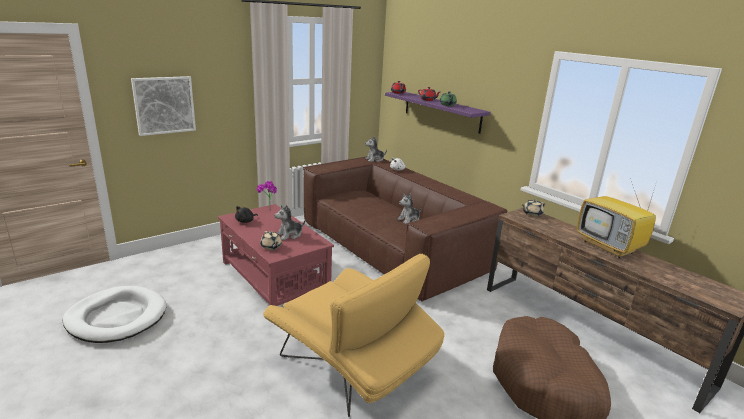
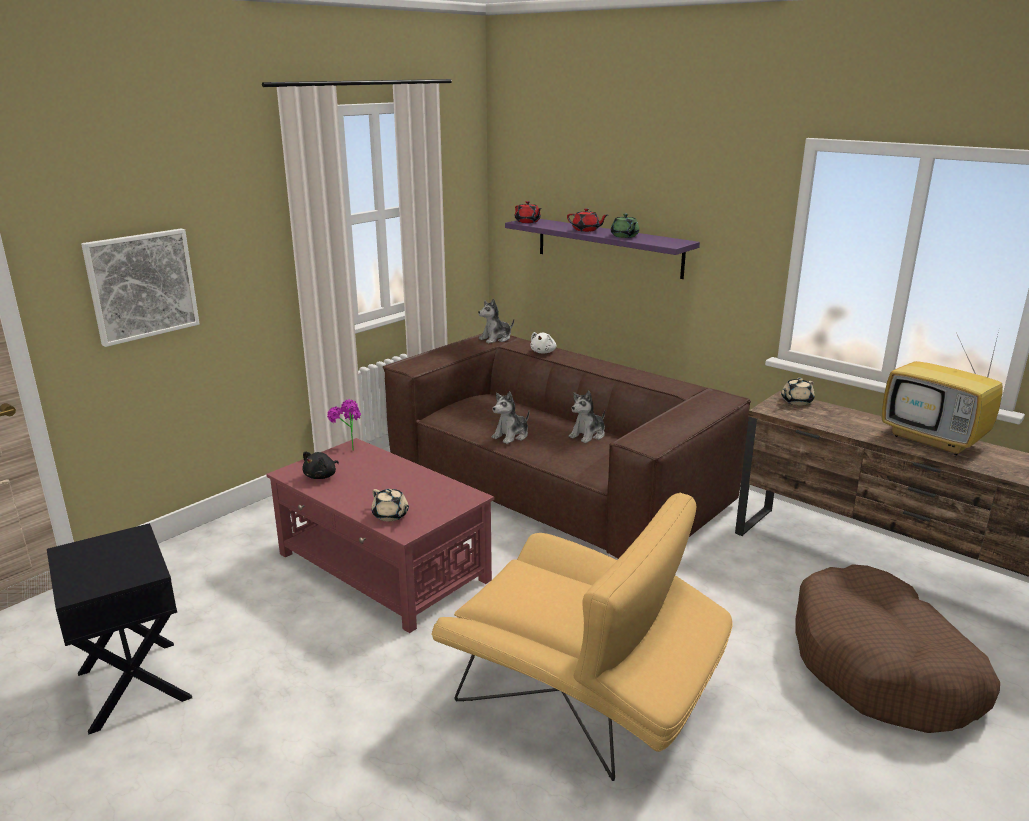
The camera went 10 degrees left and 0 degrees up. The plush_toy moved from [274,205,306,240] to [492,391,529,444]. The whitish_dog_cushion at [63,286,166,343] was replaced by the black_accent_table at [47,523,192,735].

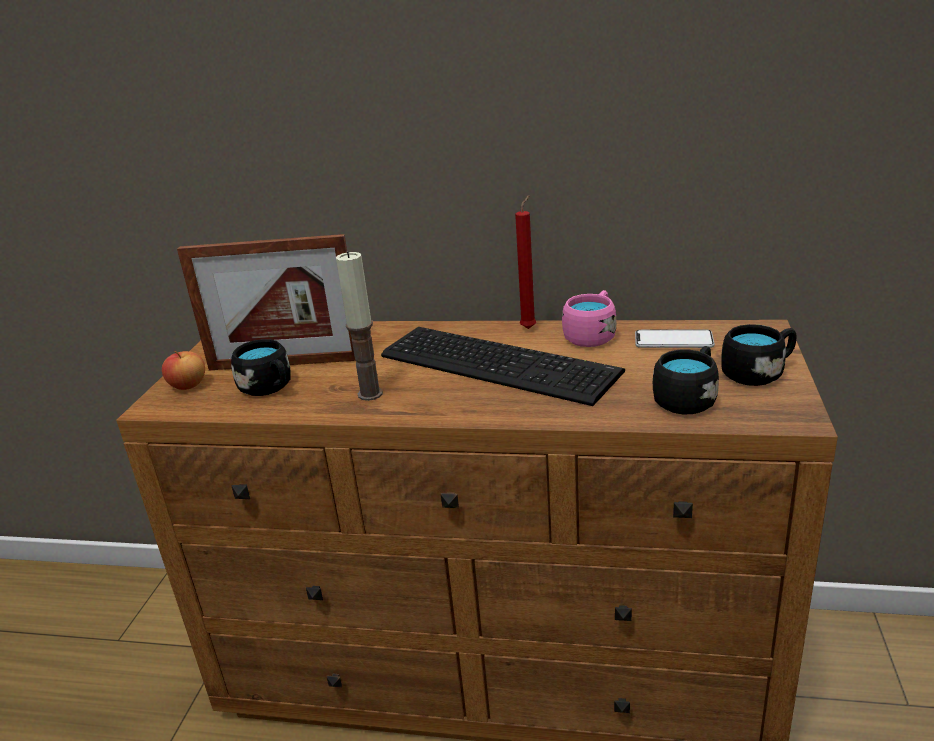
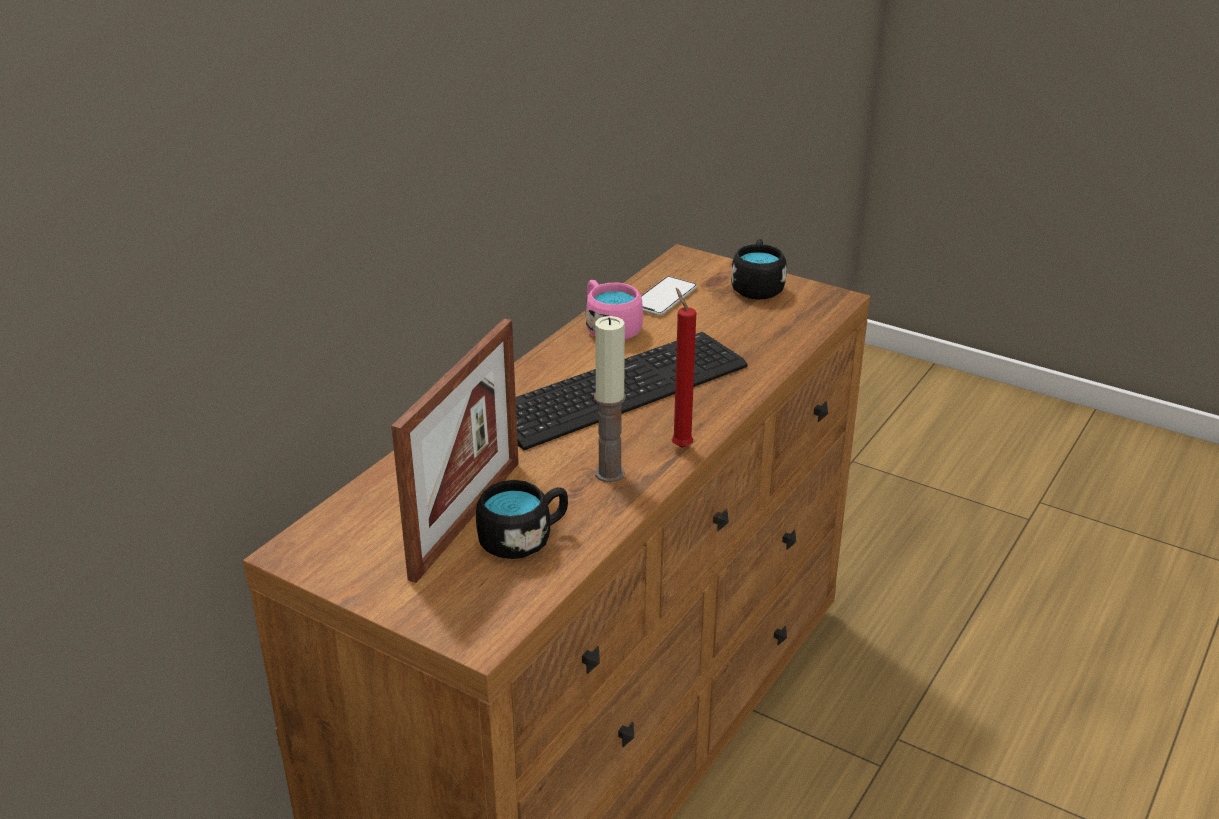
The camera went 70 degrees left and 5 degrees up. The reddish_wax_light moved from [515,195,536,329] to [672,288,696,448]. The black_coffee_mug at [653,346,719,414] disappeared. The apple at [162,351,205,390] disappeared.

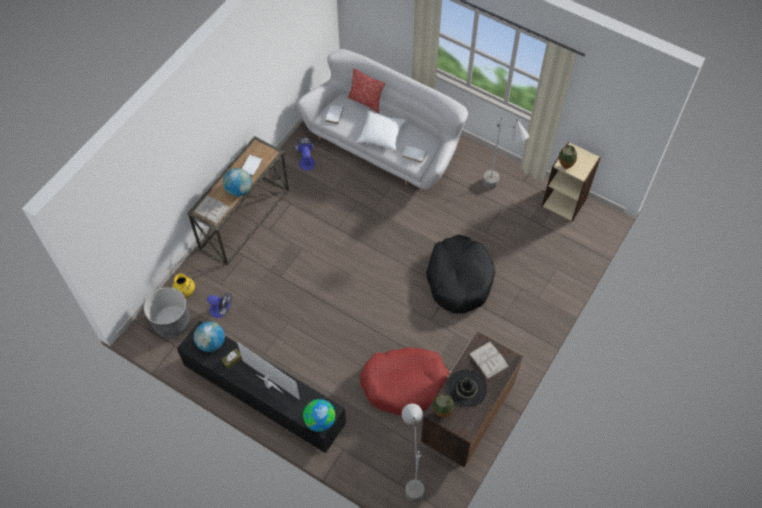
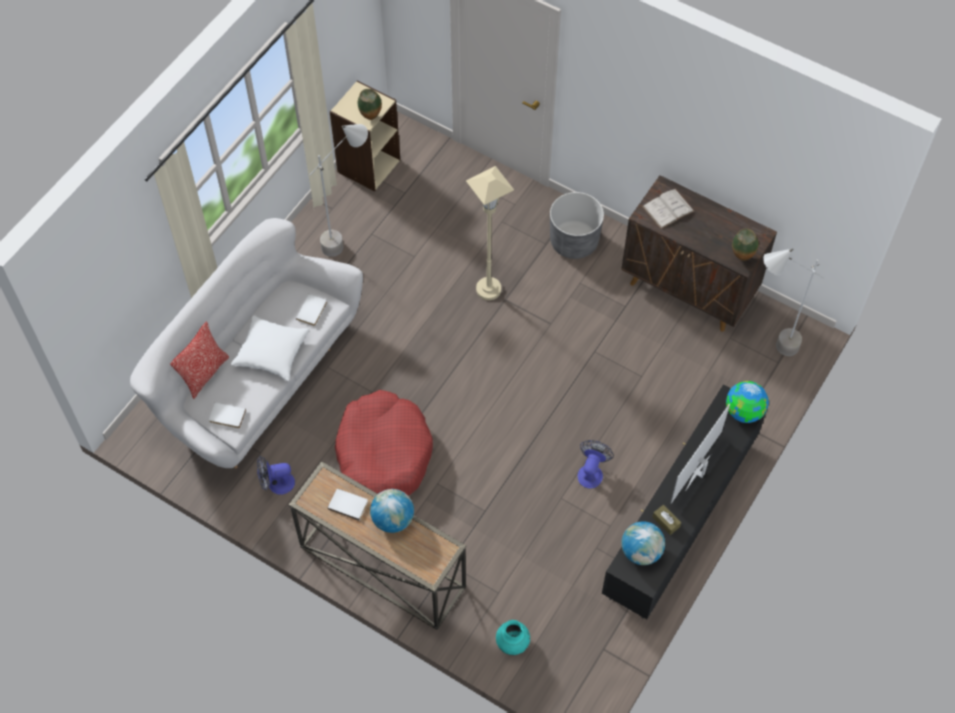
The camera went 90 degrees left and 0 degrees up. The whitish_book at [193,195,231,225] disappeared. The black_dog_cushion at [426,234,496,314] was replaced by the beige-coloured_standing_lamp at [466,166,514,300]. The yellowish_flower_vase at [172,273,195,298] became the turquoise_flower_vase at [496,620,530,655]. The gray_planter moved from [144,287,190,338] to [550,192,604,259]. The cooling_fan moved from [207,292,232,318] to [578,440,614,489]. The reddish_dog_cushion moved from [360,347,449,416] to [335,390,433,495]. The black_wearable_hat at [446,370,487,408] disappeared.

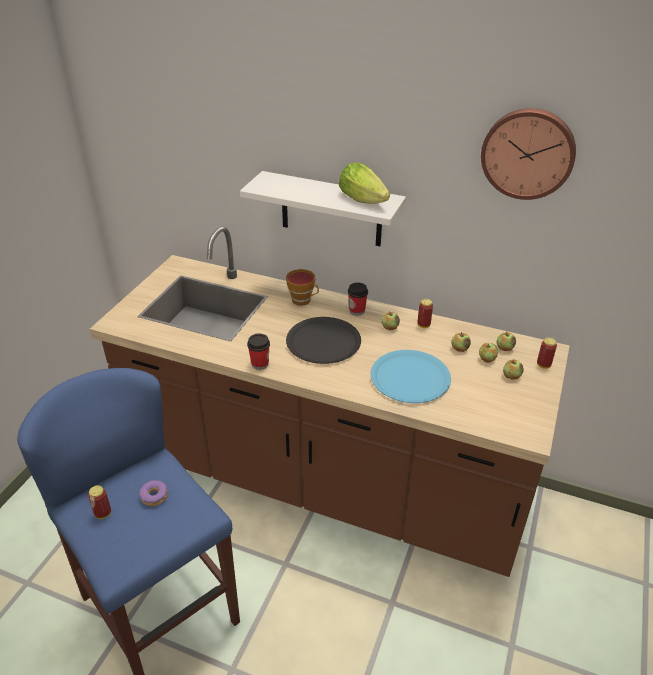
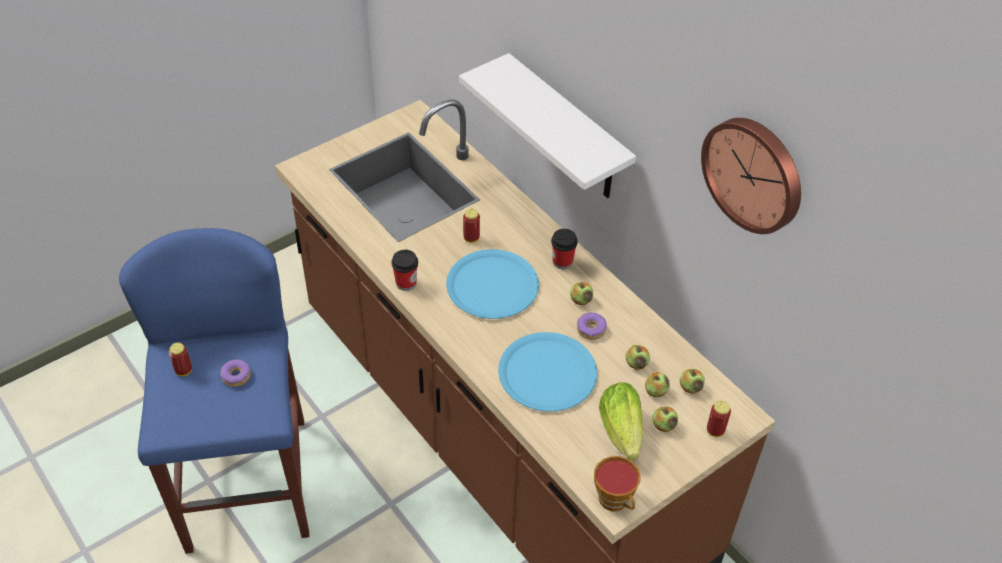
The camera went 30 degrees right and 10 degrees up. The lettuce moved from [339,163,390,204] to [599,382,643,460]. The small_cup moved from [286,269,319,306] to [594,456,641,511]. The sealed_can moved from [417,299,433,328] to [463,209,480,243]. The black_plate at [286,317,361,364] became the bluish_plate at [446,249,539,319]. The doughnut at [577,313,607,340] appeared.

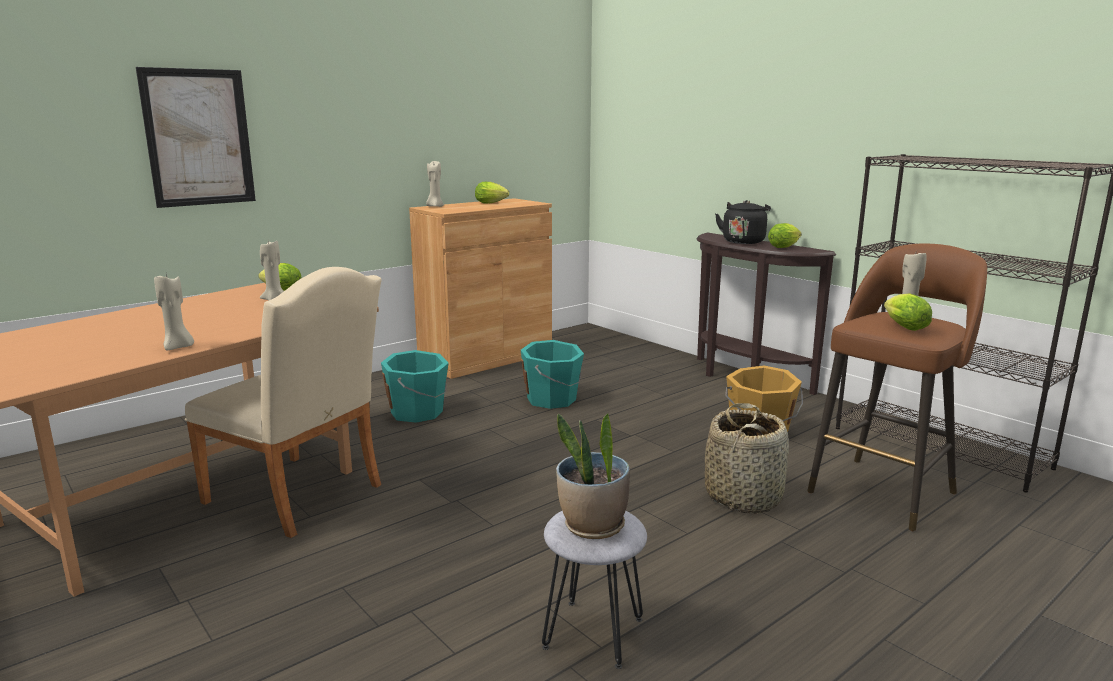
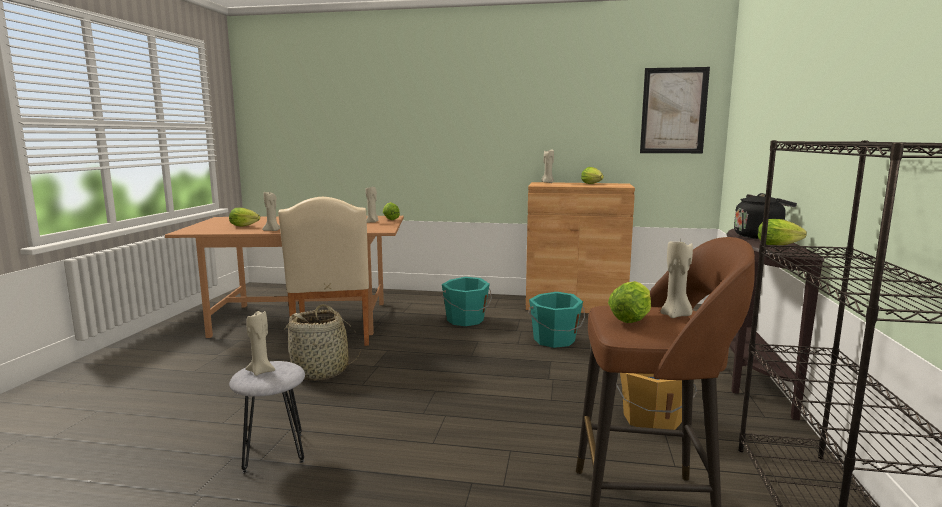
The camera went 50 degrees right and 5 degrees down. The wall_picture moved from [136,67,256,208] to [640,67,710,153]. The storage_basket moved from [705,403,789,513] to [283,304,361,381]. The houseplant at [556,413,630,539] was replaced by the beige-coloured_wax_light at [245,311,275,376]. The lettuce at [229,208,260,226] appeared.

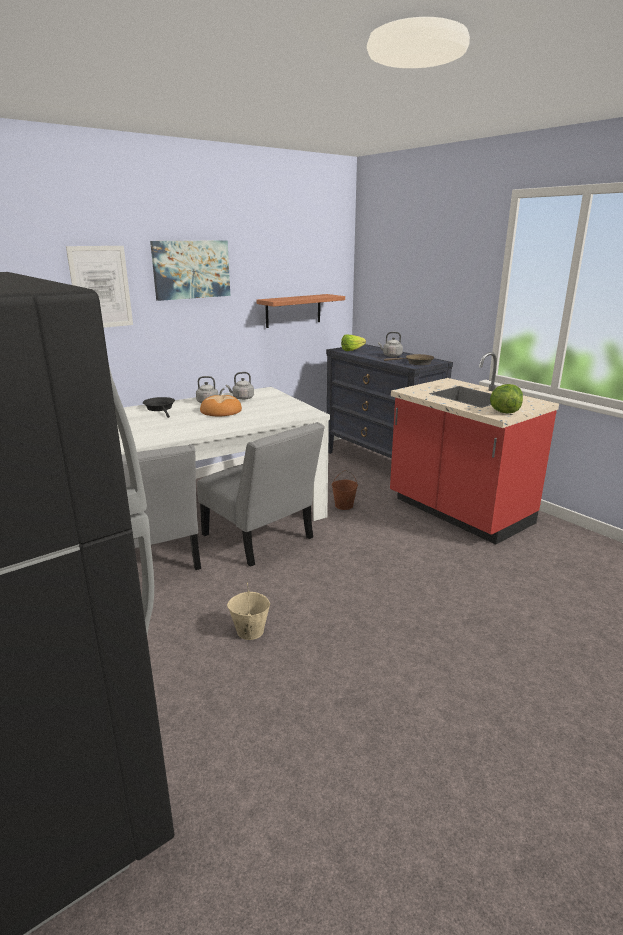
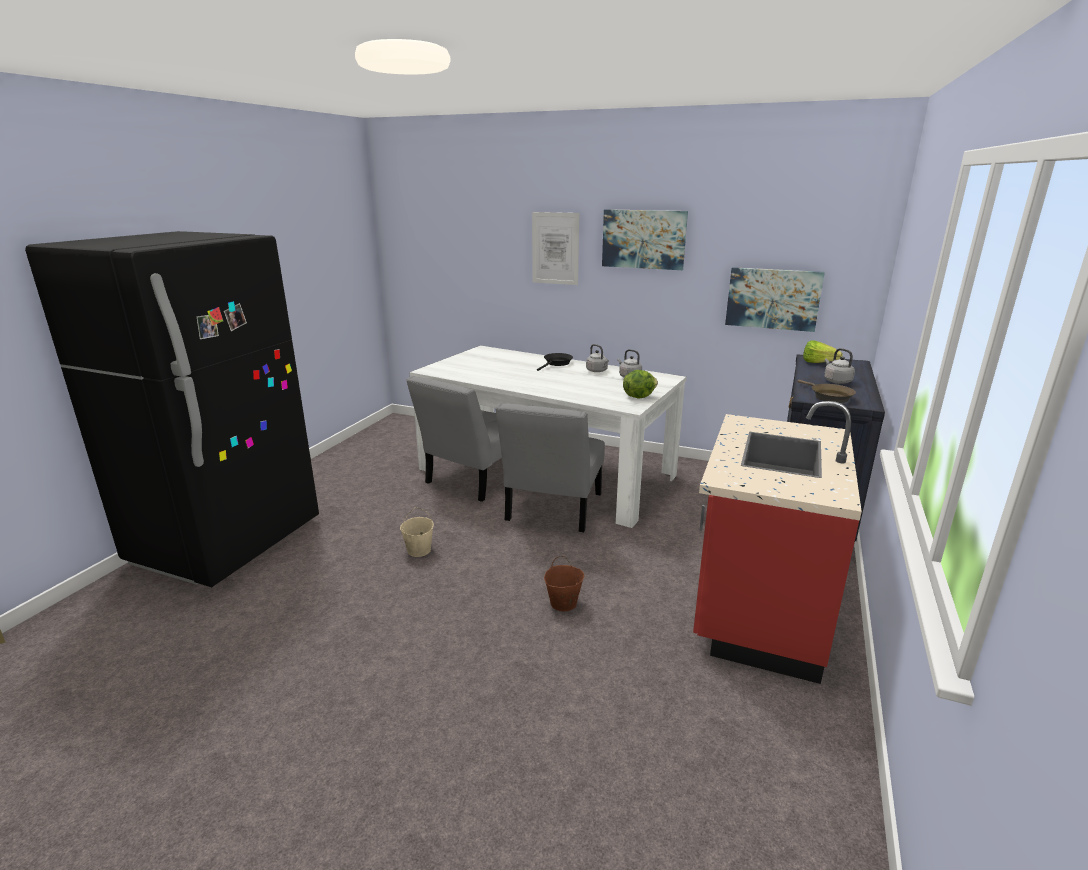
The camera went 60 degrees right and 0 degrees up. The shelf at [256,294,345,328] was replaced by the wall_picture at [725,267,825,332]. The lettuce moved from [490,384,523,414] to [623,370,658,399]. The bakery_bread at [200,395,242,416] disappeared. The brownish_pail moved from [332,470,358,510] to [544,556,584,611].

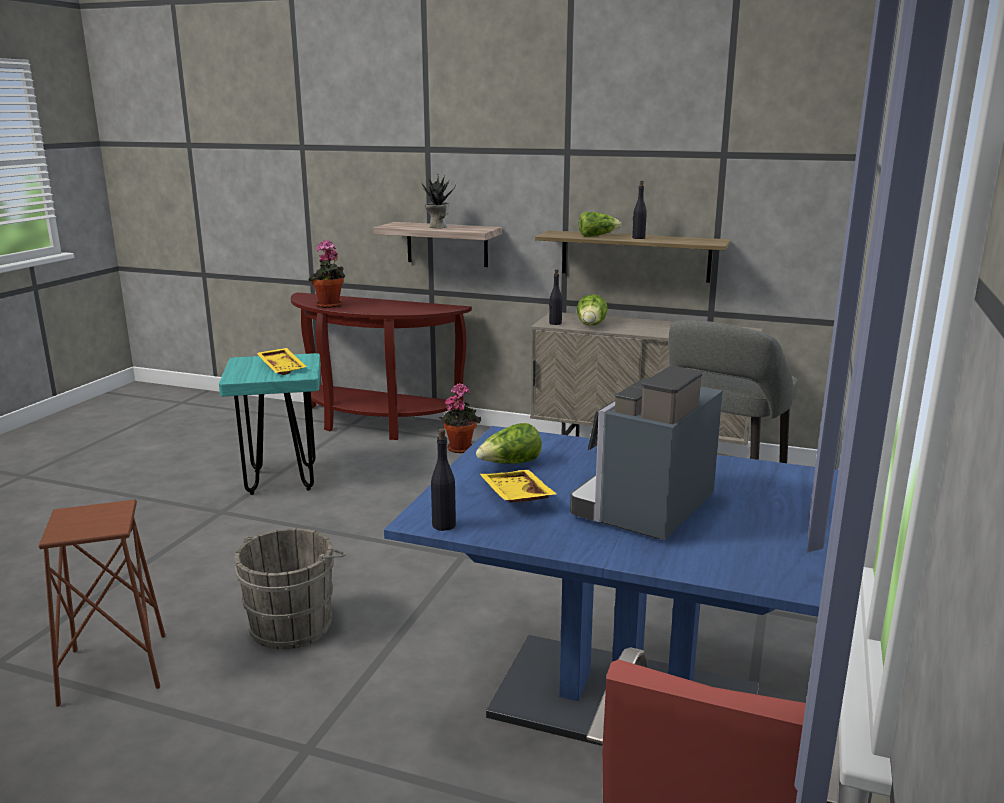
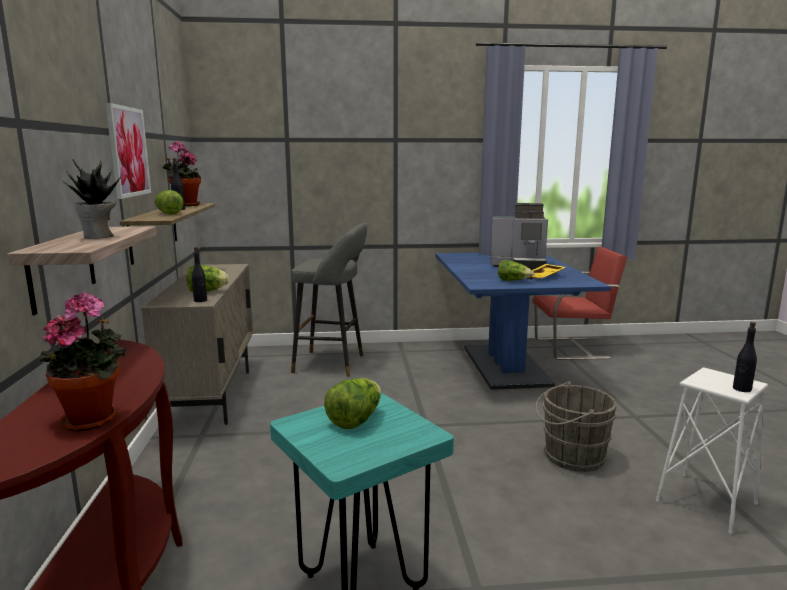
The camera went 115 degrees left and 5 degrees down. The yellowish_carrying_tray at [257,348,307,375] was replaced by the lettuce at [324,378,381,429]. The houseplant moved from [439,383,481,453] to [162,141,201,206]. The black_drink_bottle moved from [431,429,456,531] to [733,322,757,392]. The brownish_stool_seat at [39,500,166,707] became the whitish_stool_seat at [656,367,768,534]. The wall_picture at [105,103,151,199] appeared.

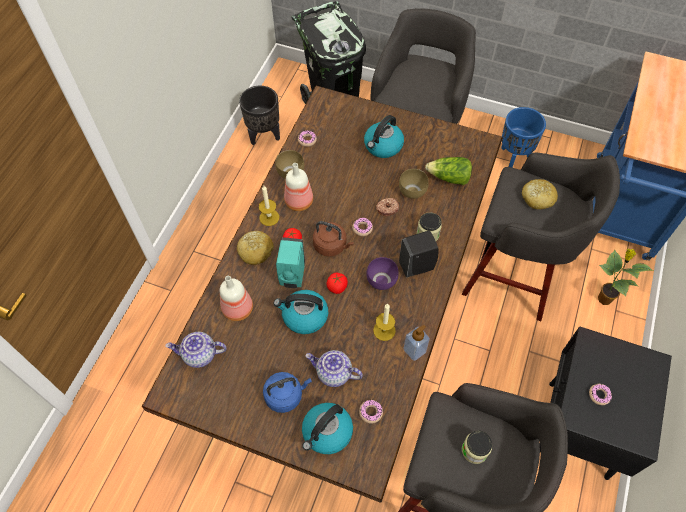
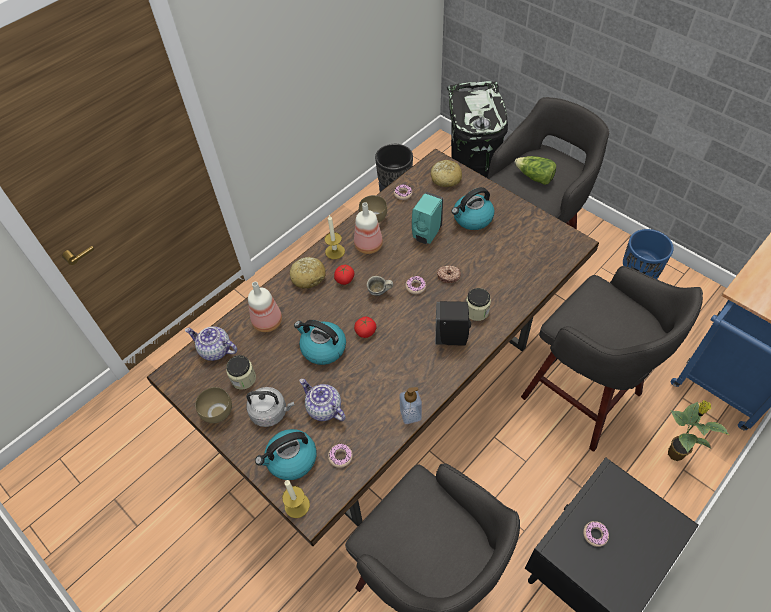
The camera went 25 degrees right and 5 degrees down. The lettuce moved from [425,157,472,185] to [514,156,556,185]. The brownish_deep_dish moved from [399,169,429,199] to [195,387,232,423]. The bakery_bread moved from [522,179,558,209] to [431,160,462,187]. The brownish_kettle at [313,221,354,257] was replaced by the gray_coffee_mug at [367,276,393,296]. The turquoise_soap_dispenser moved from [276,237,305,288] to [412,192,443,244]. The purple-coloured_deep_dish at [366,257,399,290] disappeared. The wax_light moved from [373,304,396,341] to [282,480,310,518]. The bluish_kettle at [263,372,312,413] became the gray_kettle at [246,387,294,427]. The preserve_jar moved from [462,431,492,464] to [226,355,256,390].

